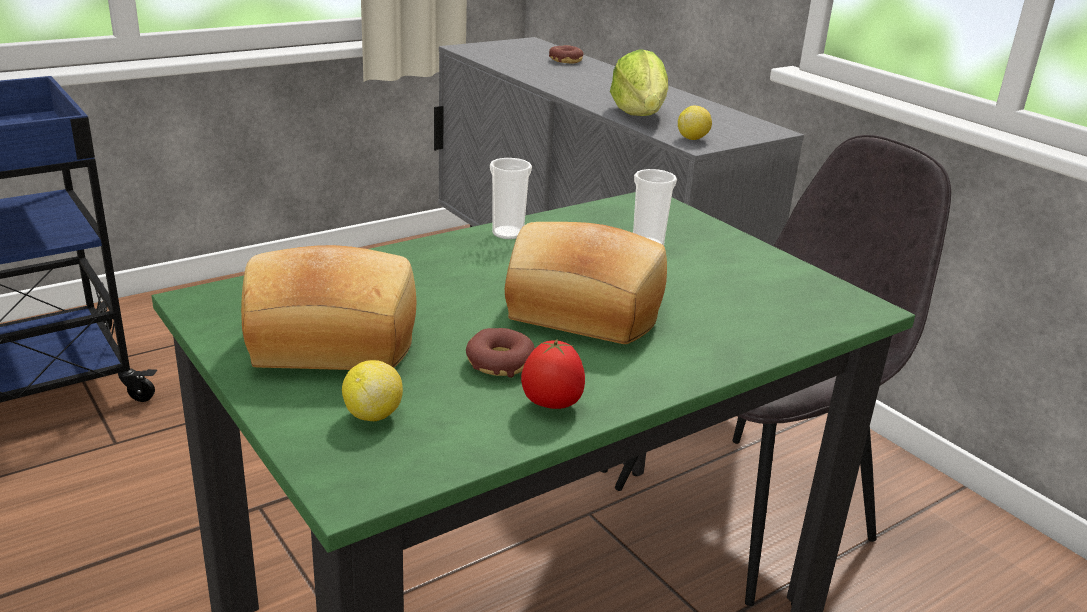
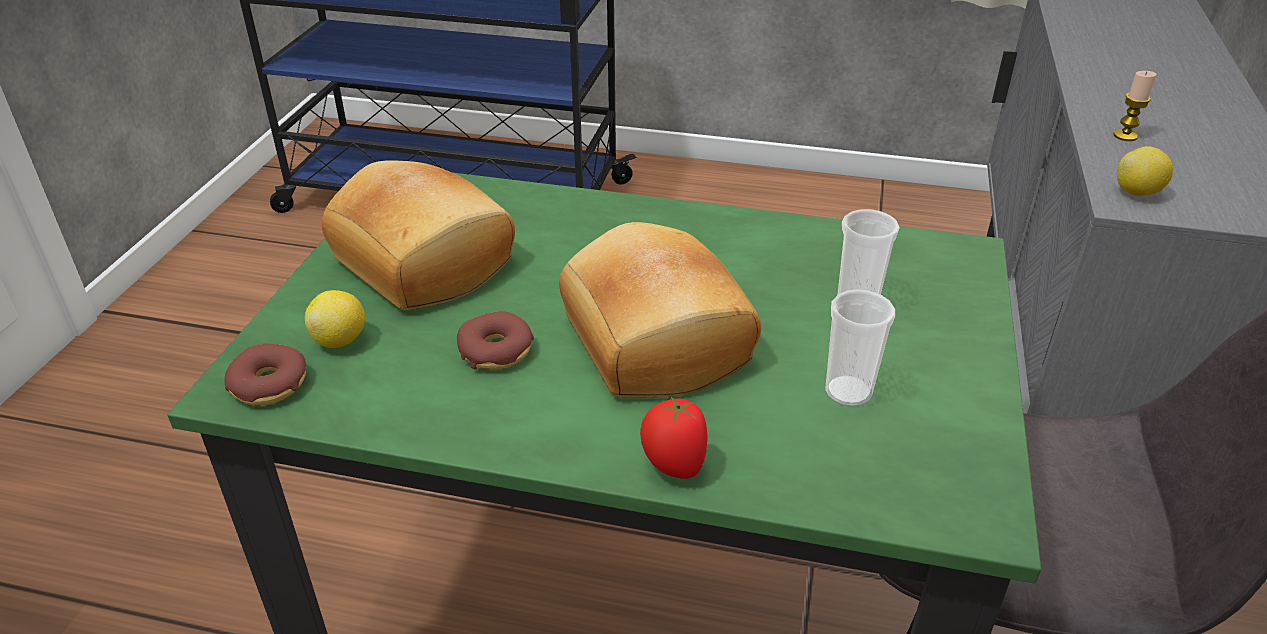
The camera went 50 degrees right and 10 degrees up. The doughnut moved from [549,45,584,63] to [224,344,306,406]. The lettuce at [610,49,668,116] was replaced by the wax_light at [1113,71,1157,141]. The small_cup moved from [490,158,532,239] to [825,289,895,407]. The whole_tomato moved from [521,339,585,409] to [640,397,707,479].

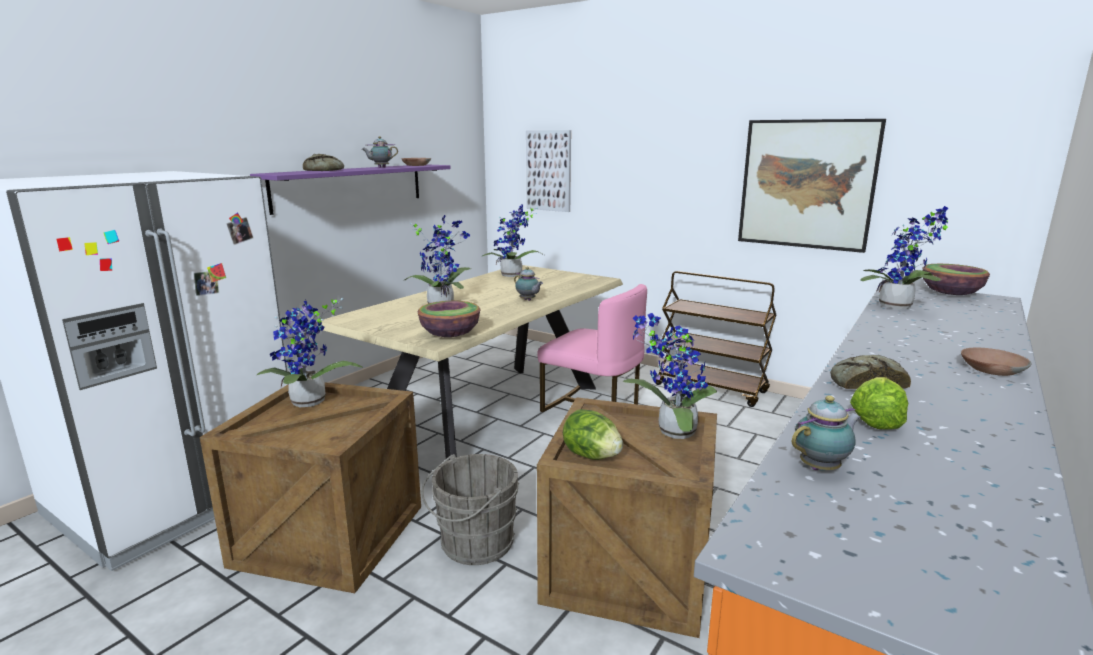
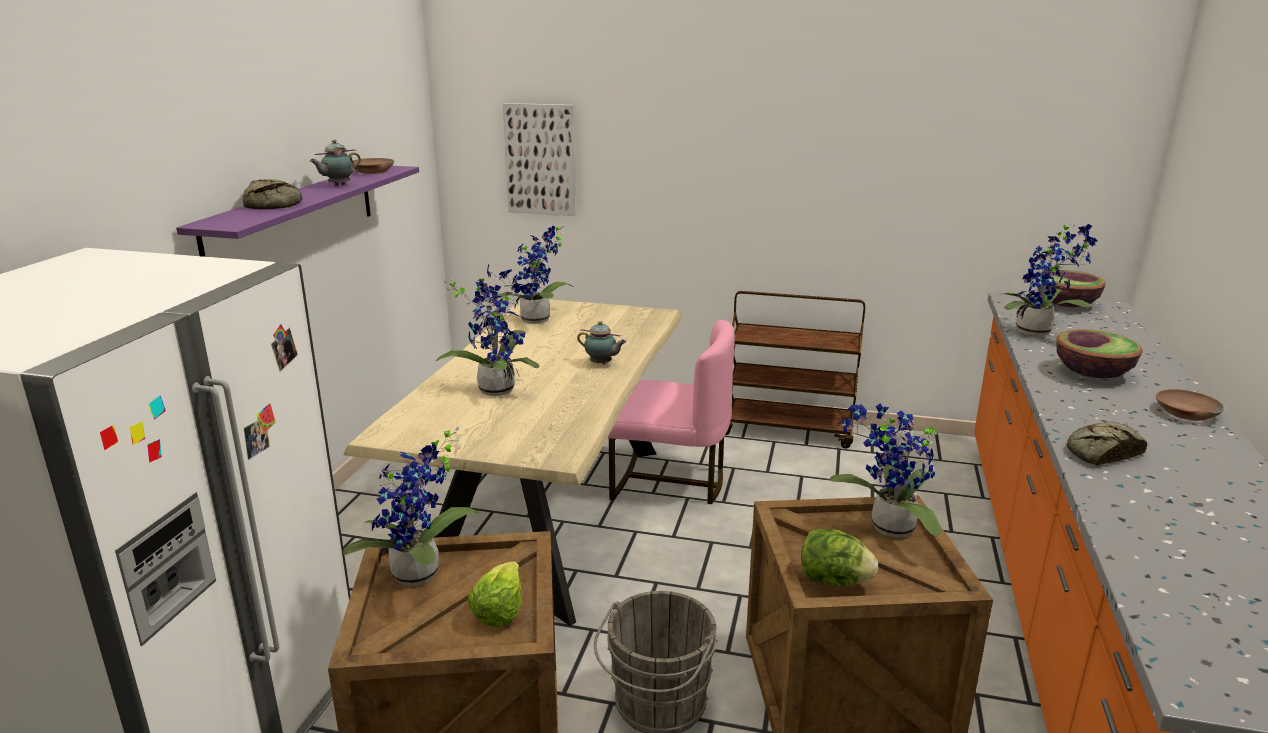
The camera went 20 degrees left and 5 degrees up. The wall_picture at [738,119,886,253] disappeared. The deep_dish moved from [418,301,480,337] to [1056,329,1143,378]. The lettuce moved from [850,377,908,430] to [467,561,522,627]. The teapot at [792,396,861,470] disappeared.

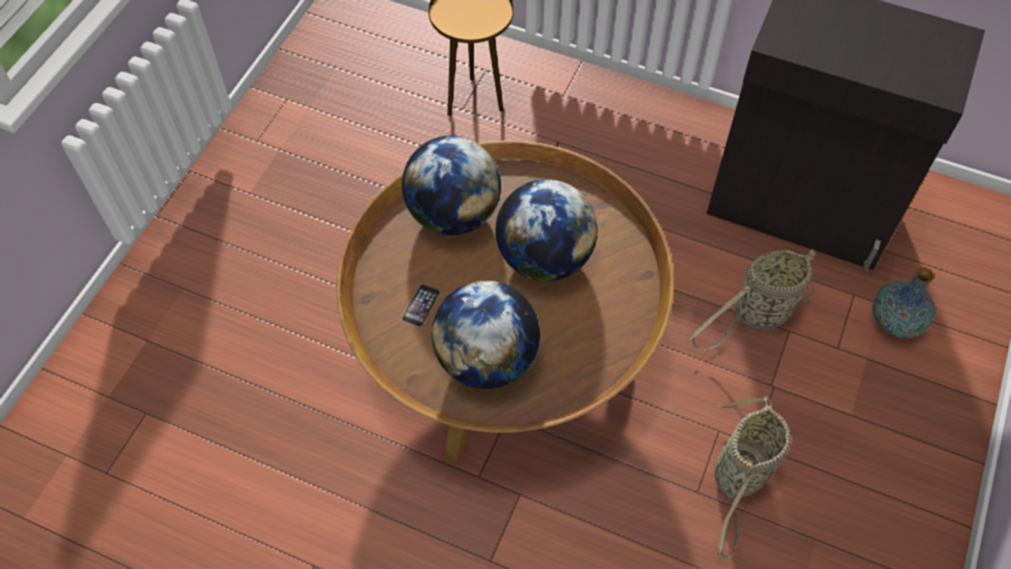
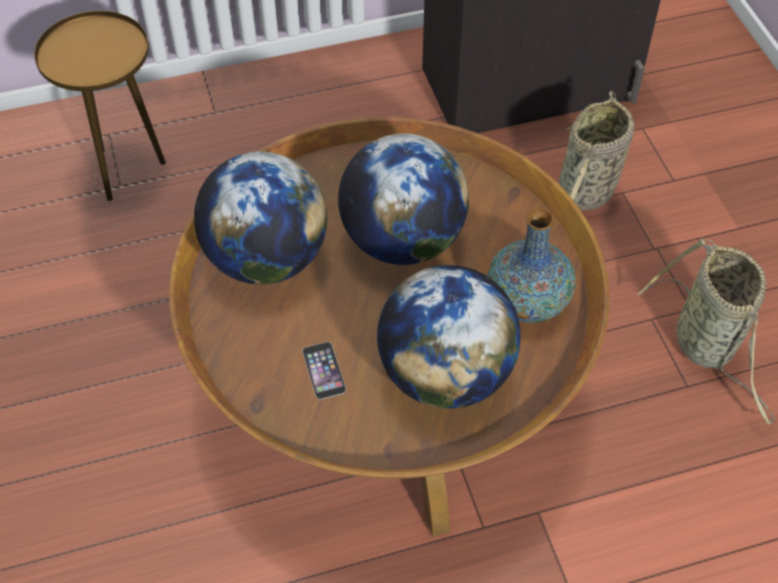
The camera went 40 degrees left and 5 degrees down. The flower_vase moved from [872,267,935,338] to [487,208,576,323].

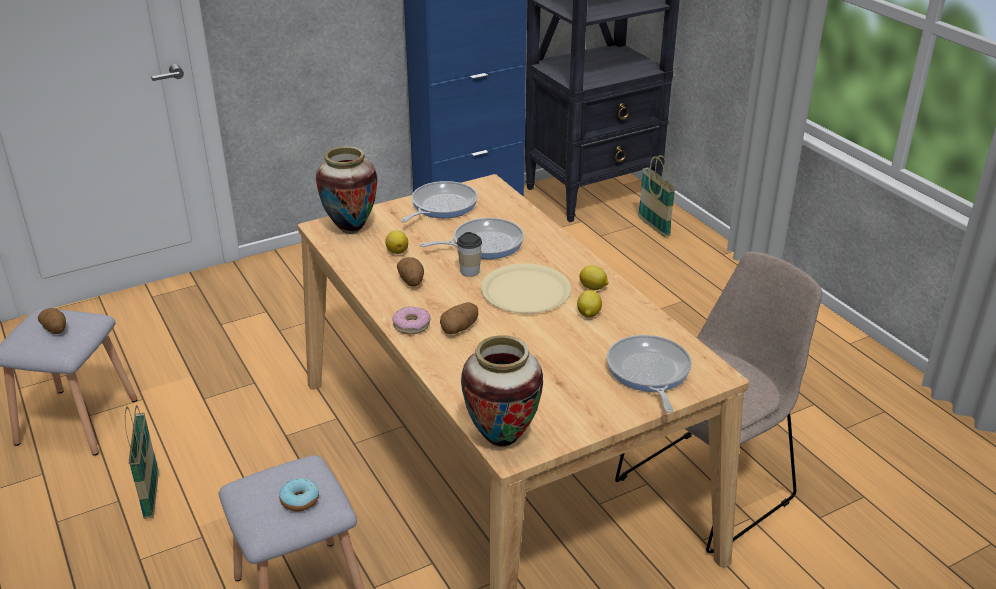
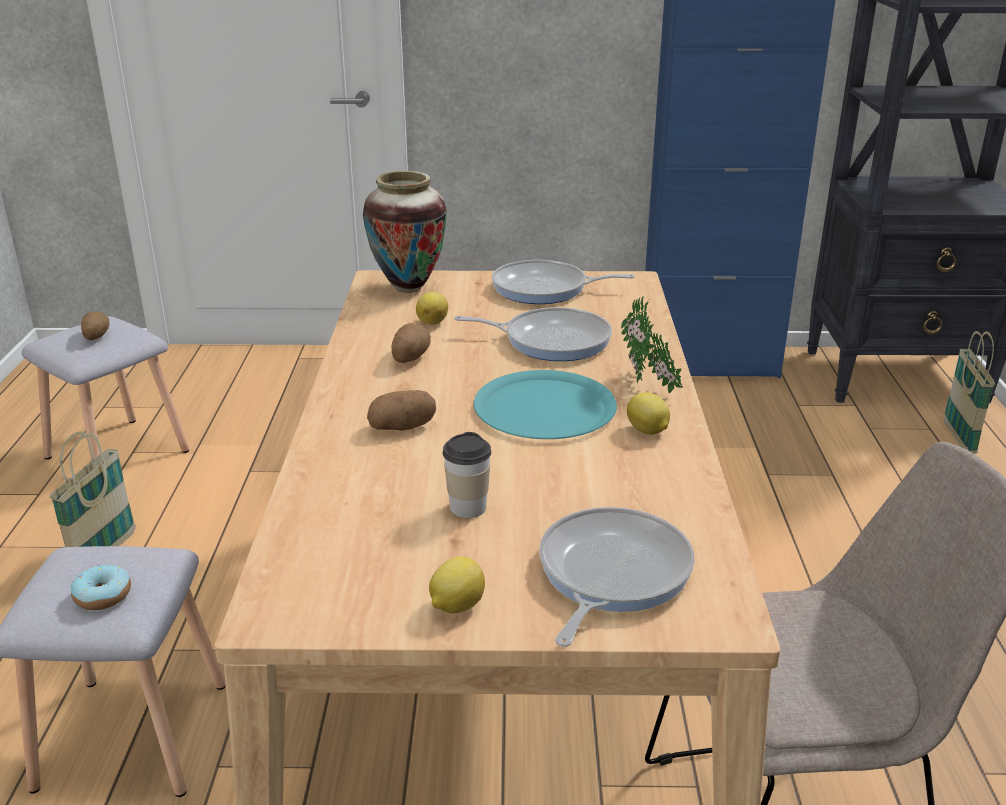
The camera went 30 degrees right and 5 degrees down. The skillet at [401,181,478,222] turned 150 degrees counterclockwise. The small_cup moved from [457,232,482,277] to [443,432,491,518]. The beige-coloured_plate at [481,263,571,313] became the turquoise_plate at [474,370,617,439]. The lemon moved from [577,290,602,317] to [429,556,485,613]. The doughnut at [392,306,430,334] disappeared. The flower_vase at [461,335,543,447] disappeared. The houseplant at [621,296,683,393] appeared.

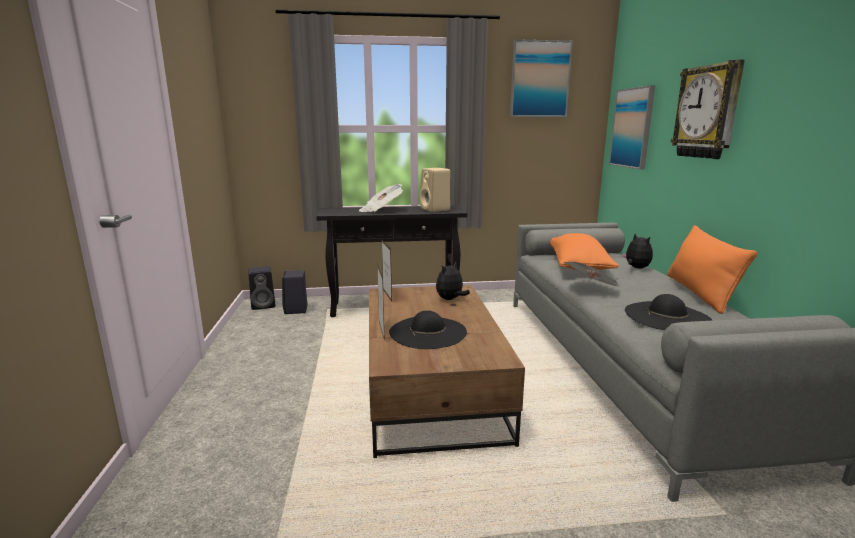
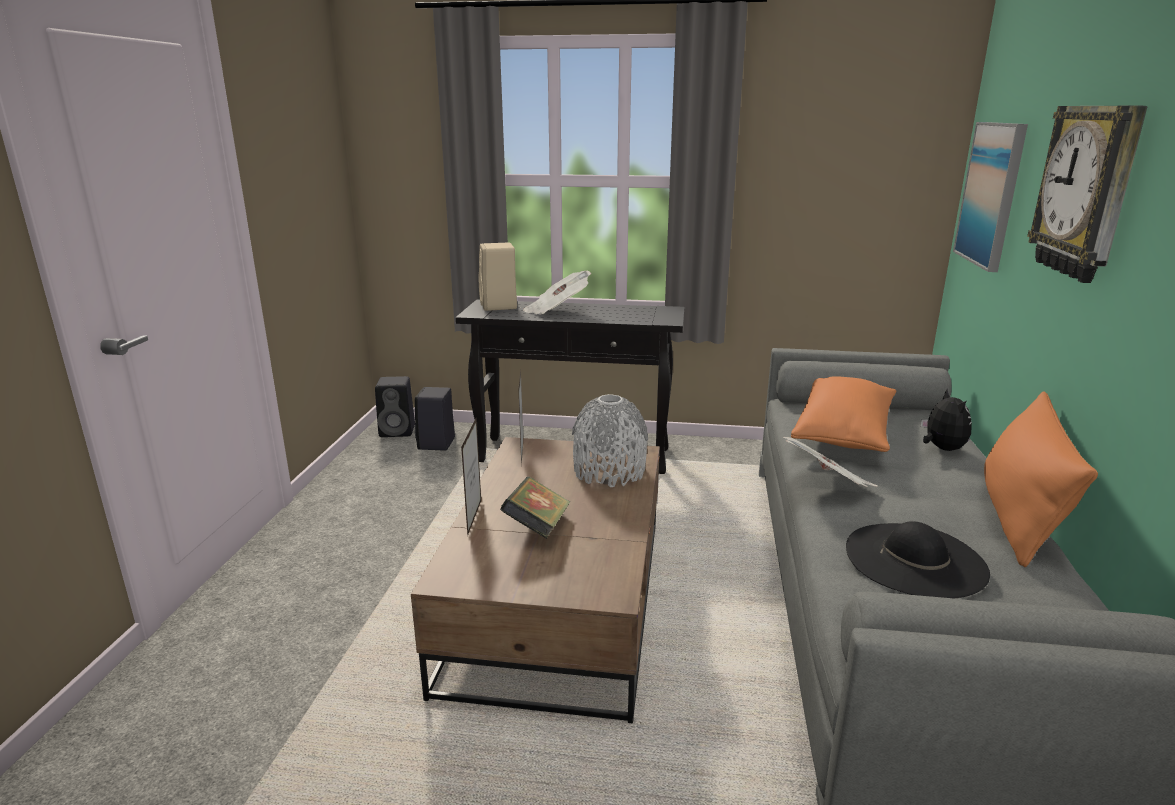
The camera went 15 degrees right and 5 degrees up. The wall_picture at [510,39,573,117] disappeared. The beige-coloured_audio_speaker moved from [420,168,450,212] to [479,243,517,311]. The plush_toy at [436,262,470,300] was replaced by the gray_flower_vase at [572,394,648,487]. The black_wearable_hat at [389,310,467,349] was replaced by the book at [500,476,570,539].

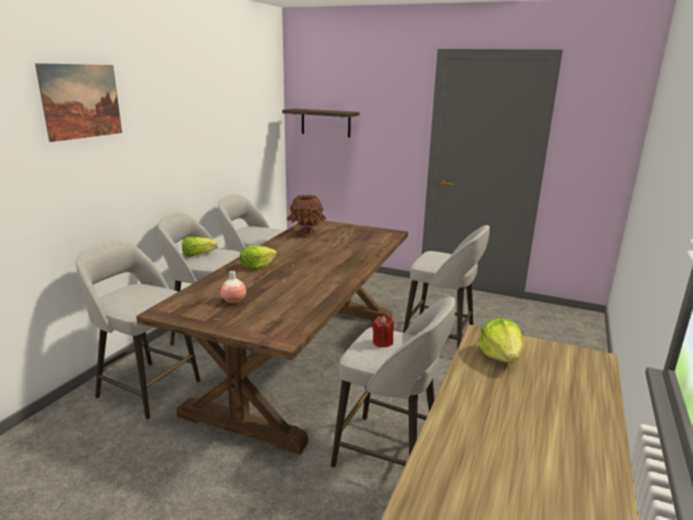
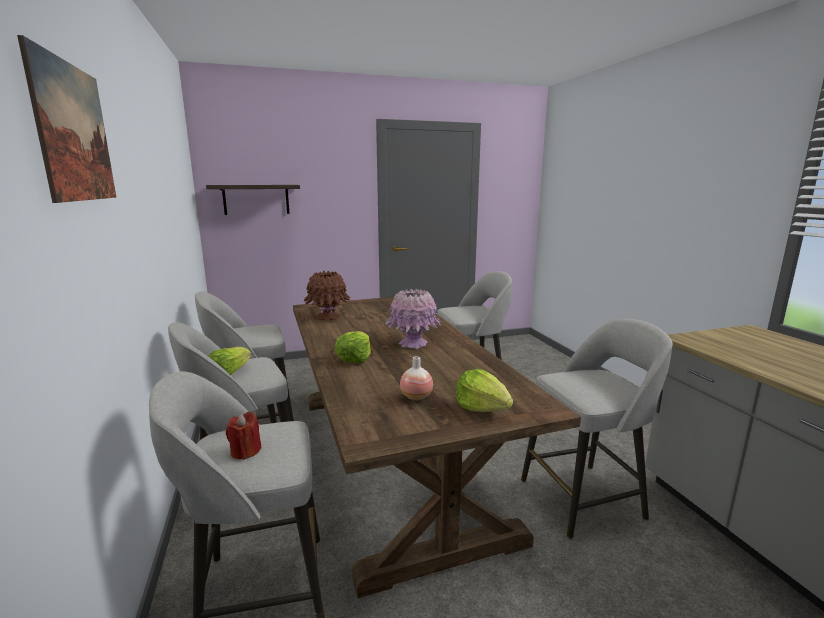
The camera went 40 degrees left and 5 degrees down. The reddish_wax_light moved from [372,316,394,347] to [226,411,262,460]. The lettuce moved from [478,318,523,363] to [456,369,513,412]. The pinkish_flower_vase at [385,289,442,349] appeared.

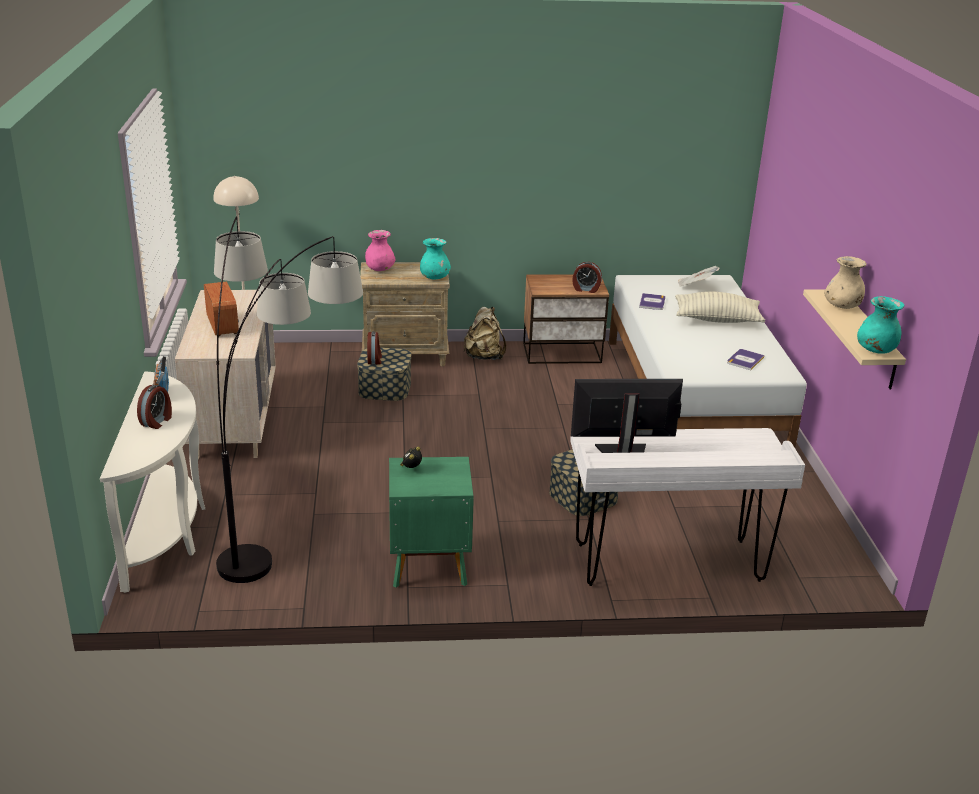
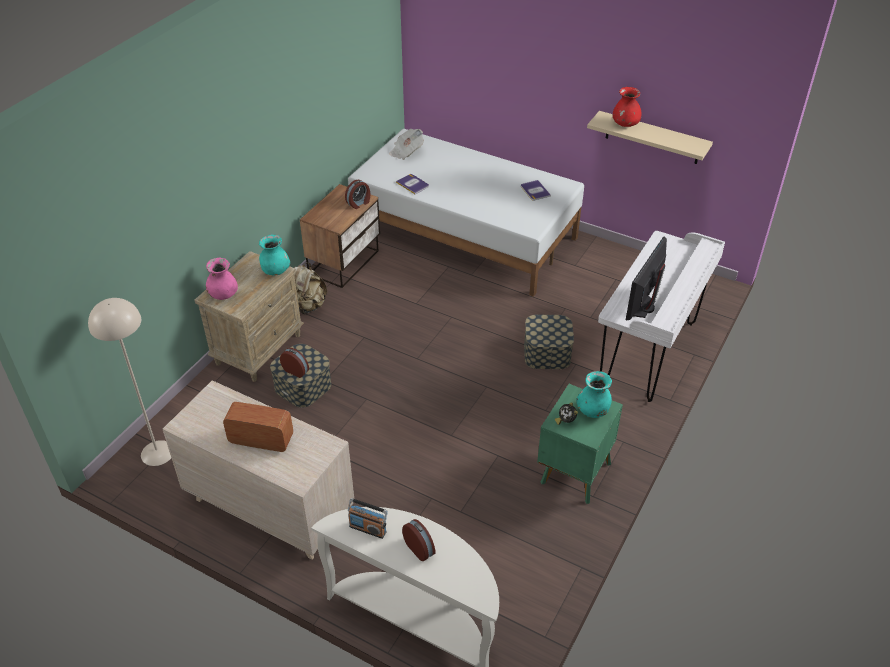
The camera went 55 degrees left and 15 degrees up. The standing_lamp at [214,216,363,583] disappeared. The beige-coloured_flower_vase at [824,256,867,309] became the reddish_flower_vase at [613,87,642,127]. The throw_pillow at [675,292,765,323] disappeared. The turquoise_flower_vase moved from [857,296,904,354] to [576,371,612,418].

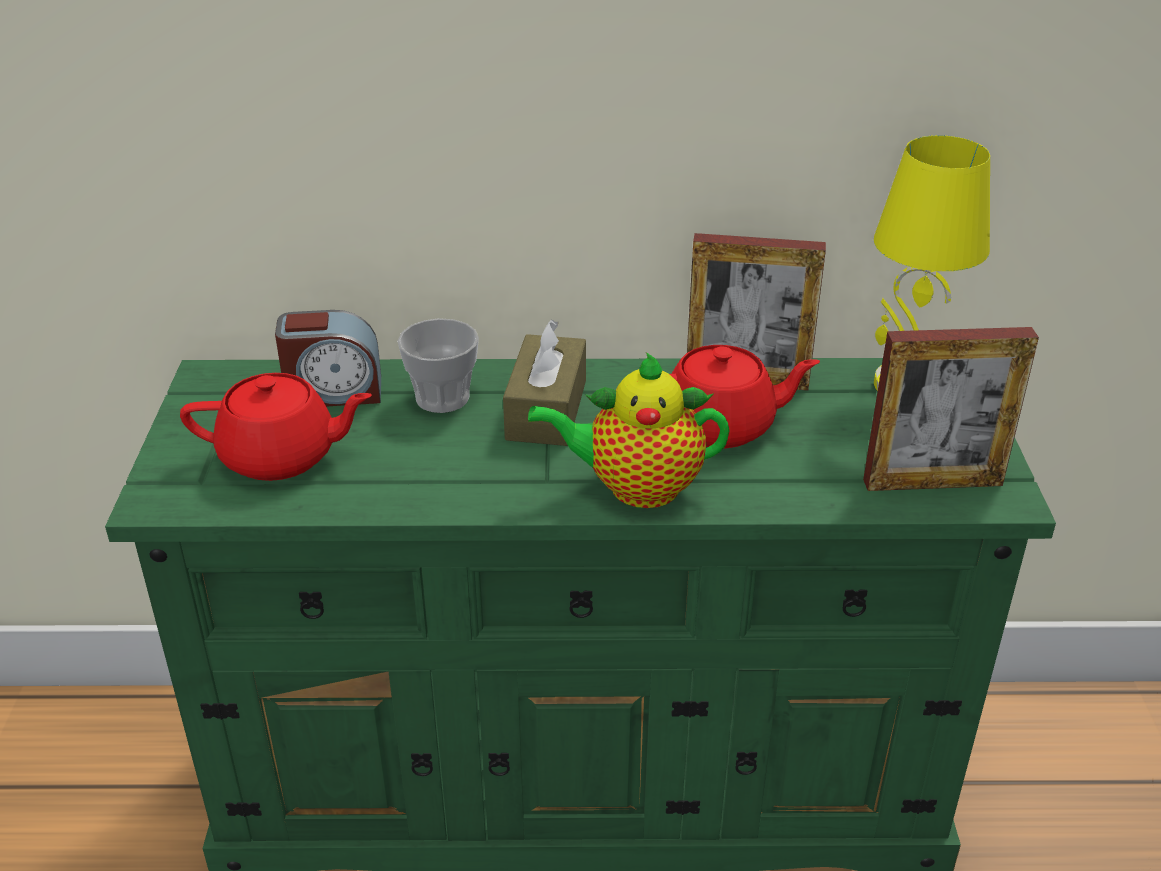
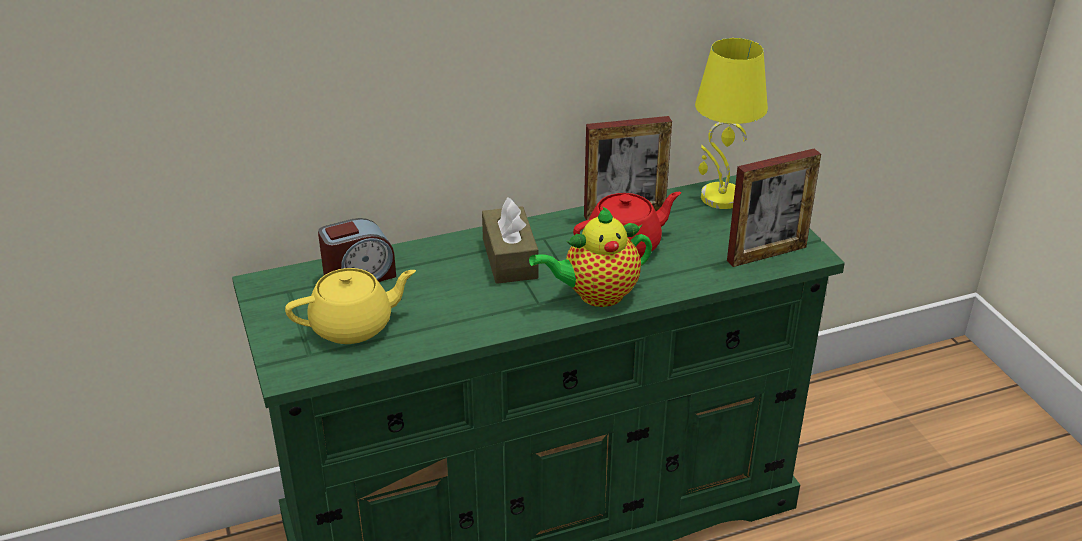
The camera went 20 degrees left and 0 degrees up. The small_cup at [397,318,479,413] disappeared. The reddish_teapot at [180,373,372,481] became the yellowish_teapot at [285,268,416,344].

